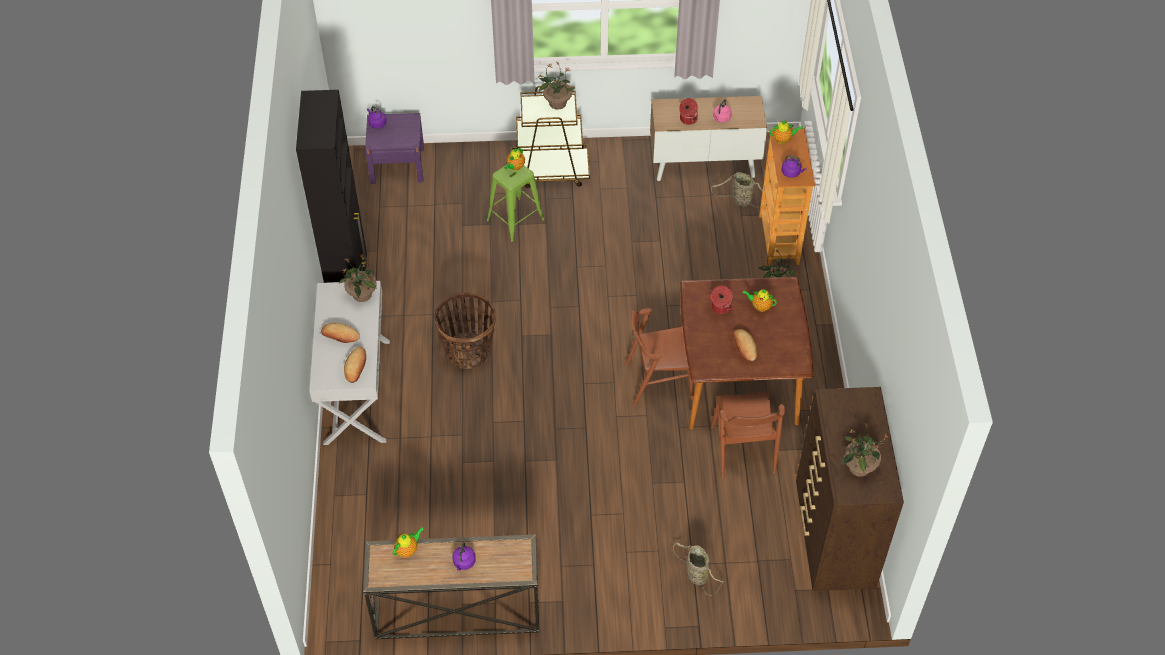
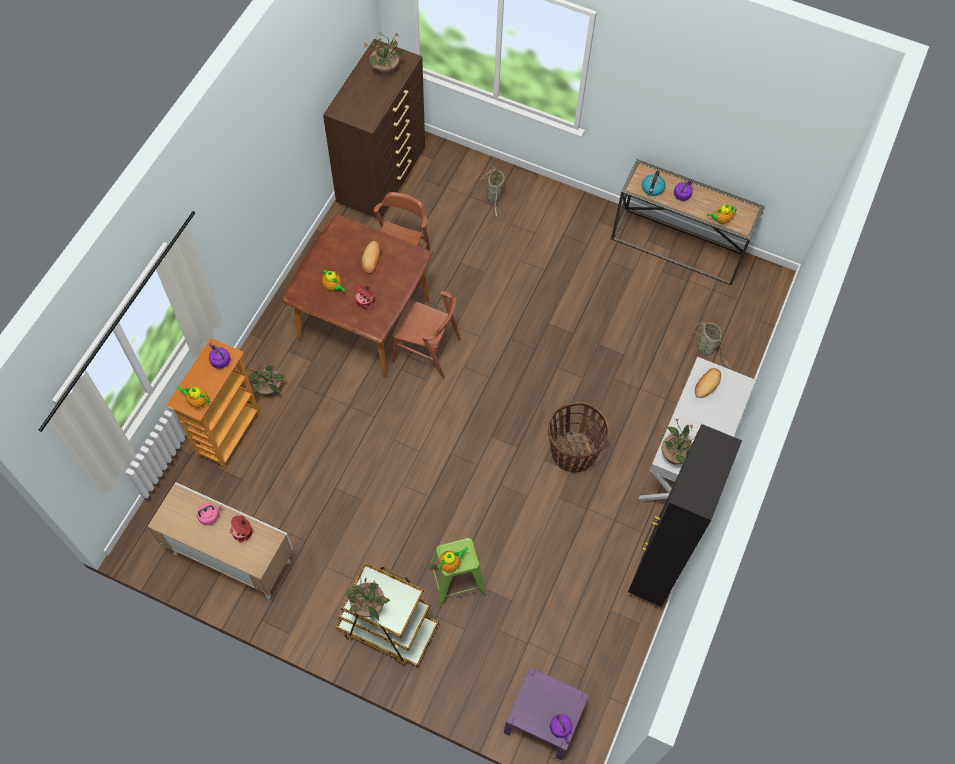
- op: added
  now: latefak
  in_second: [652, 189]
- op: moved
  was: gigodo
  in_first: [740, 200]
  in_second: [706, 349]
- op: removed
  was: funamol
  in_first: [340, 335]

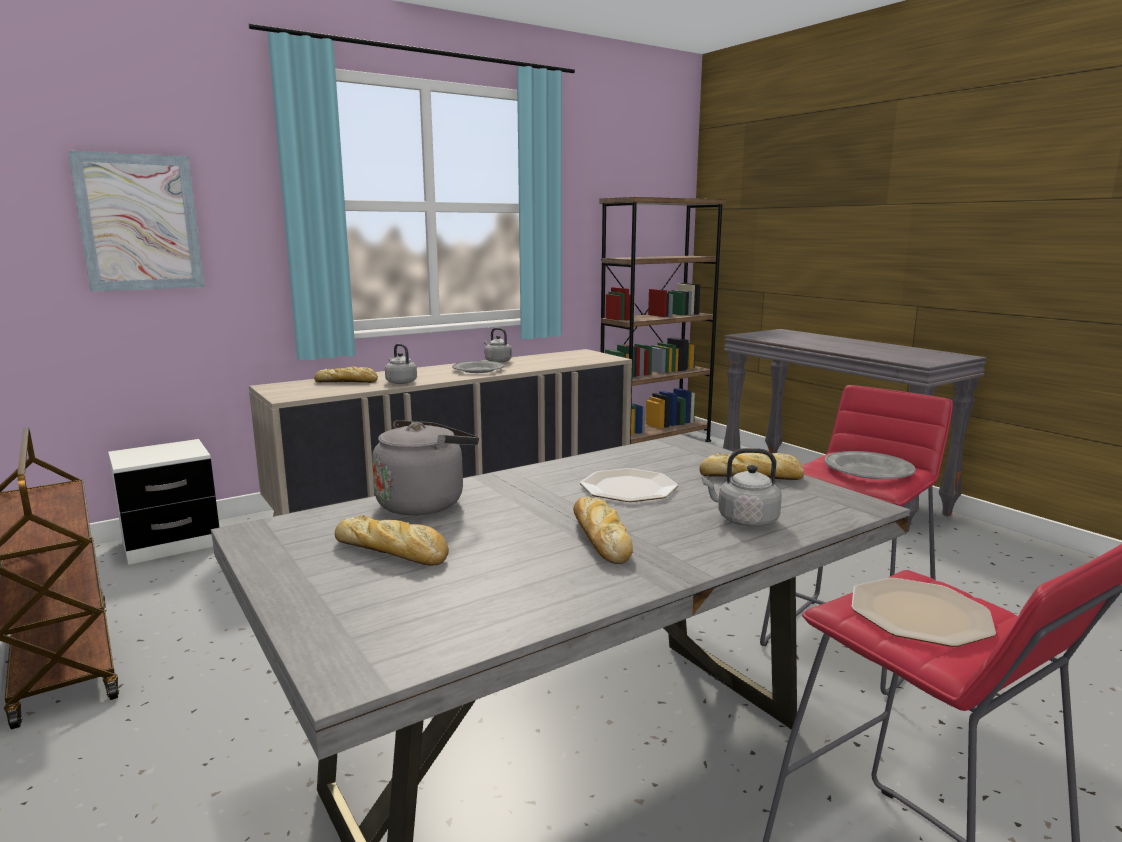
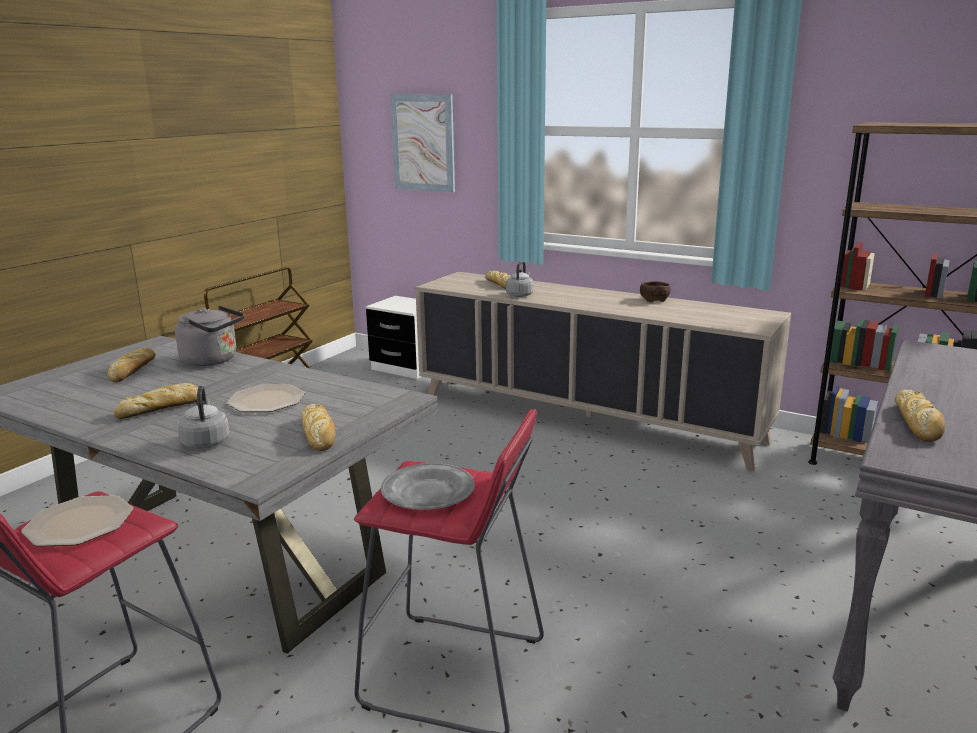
- op: replaced
  was: grey_latefak
  now: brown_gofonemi
  in_first: [497, 361]
  in_second: [654, 299]
- op: added
  now: funamol
  in_second: [917, 423]
- op: removed
  was: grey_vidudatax
  in_first: [479, 370]

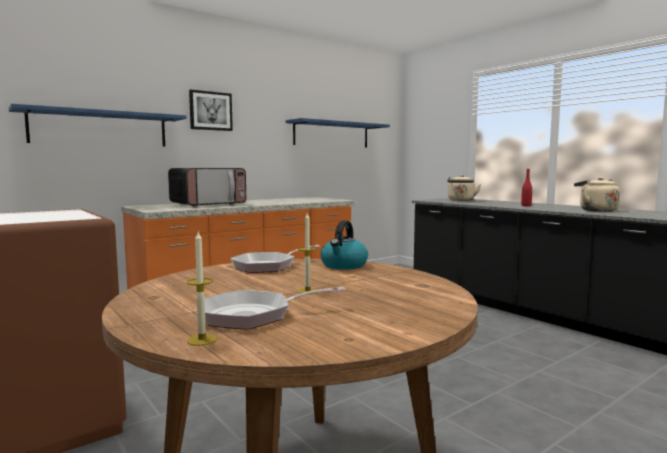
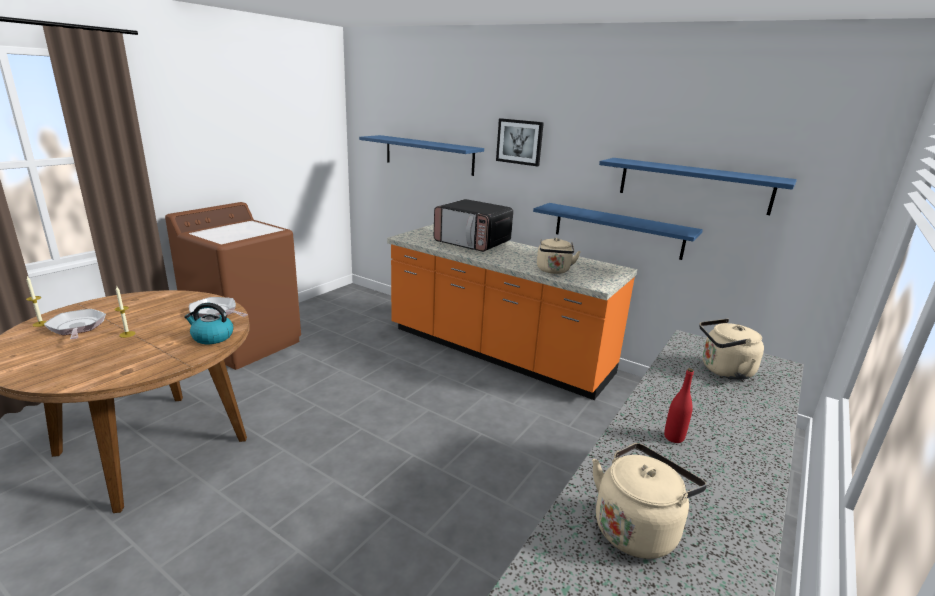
- op: added
  now: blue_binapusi
  in_second: [617, 230]
- op: added
  now: beige_latefak
  in_second: [553, 271]

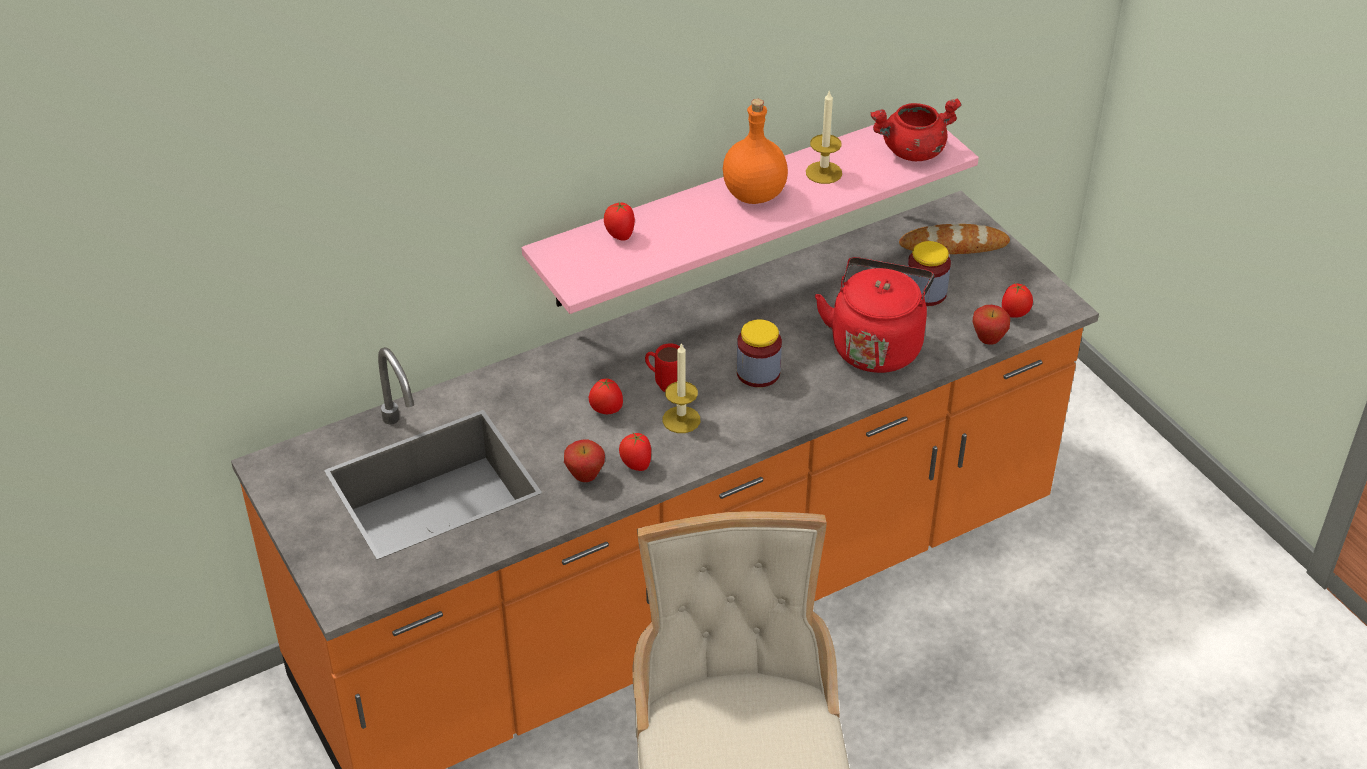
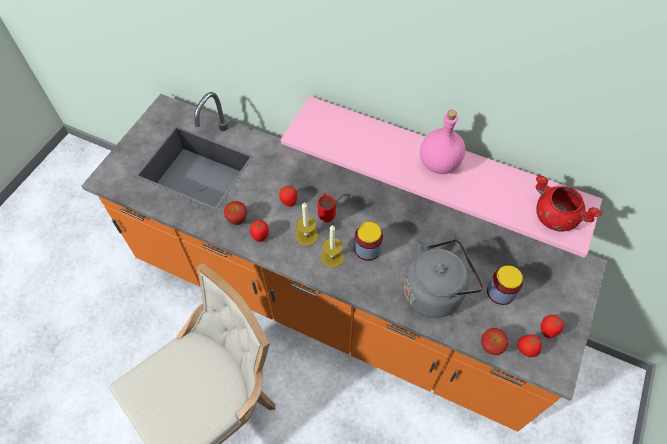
- op: moved
  was: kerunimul
  in_first: [823, 172]
  in_second: [332, 257]
- op: recoloured
  was: red_latefak
  now: grey_latefak
  in_first: [876, 345]
  in_second: [436, 291]
- op: recoloured
  was: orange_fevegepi
  now: pink_fevegepi
  in_first: [754, 195]
  in_second: [438, 164]
- op: moved
  was: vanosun
  in_first: [619, 235]
  in_second: [547, 330]
- op: removed
  was: funamol
  in_first: [953, 245]

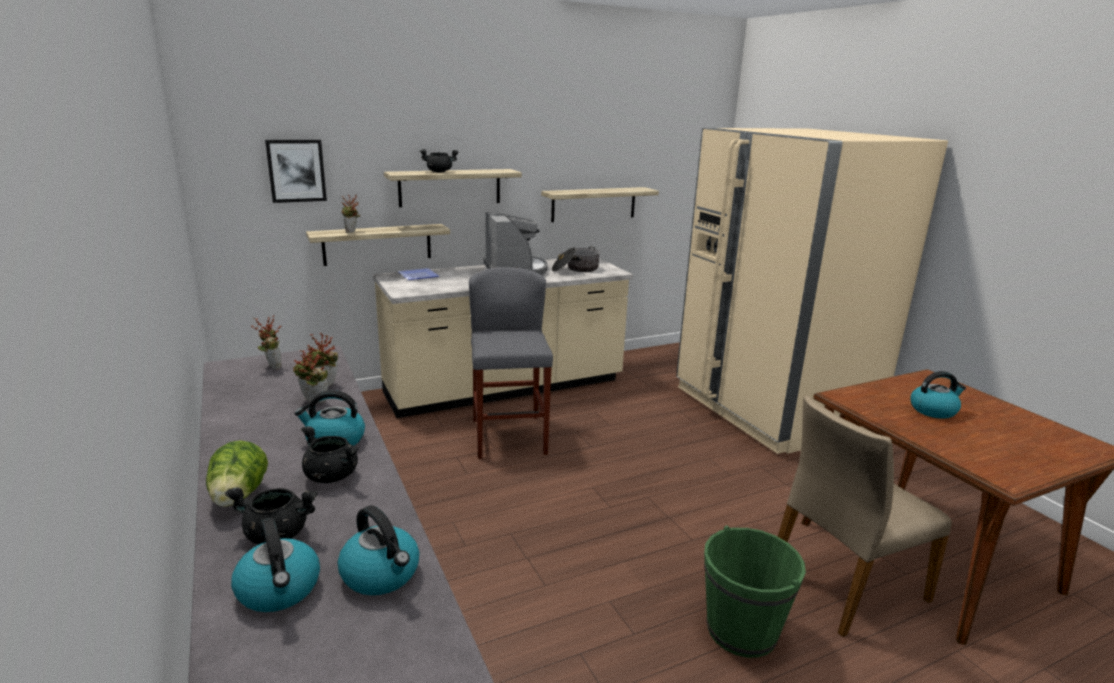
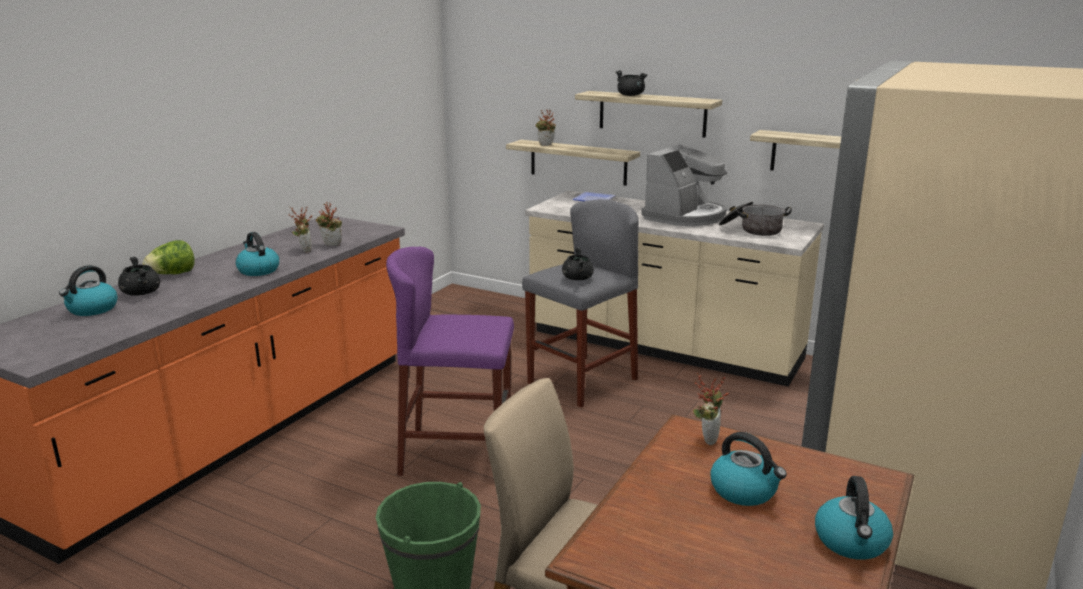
- op: added
  now: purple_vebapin
  in_second: [457, 453]
- op: moved
  was: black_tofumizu
  in_first: [331, 476]
  in_second: [577, 278]
- op: moved
  was: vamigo
  in_first: [272, 366]
  in_second: [707, 438]
- op: moved
  was: latefak
  in_first: [381, 574]
  in_second: [851, 542]
- op: removed
  was: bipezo
  in_first: [296, 170]

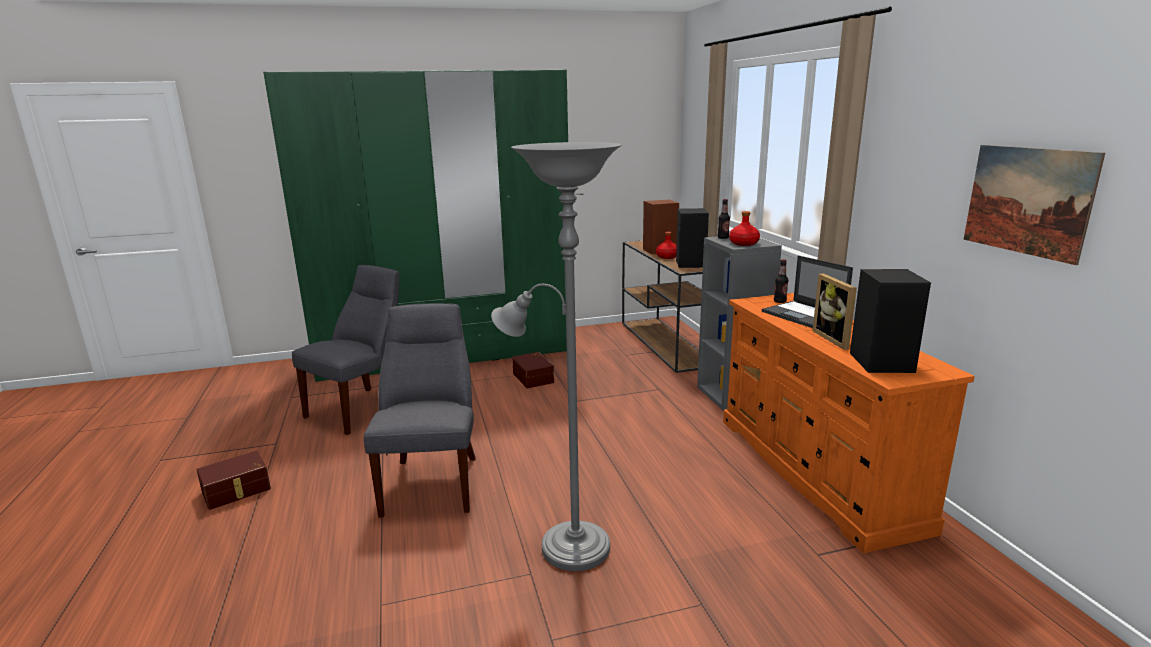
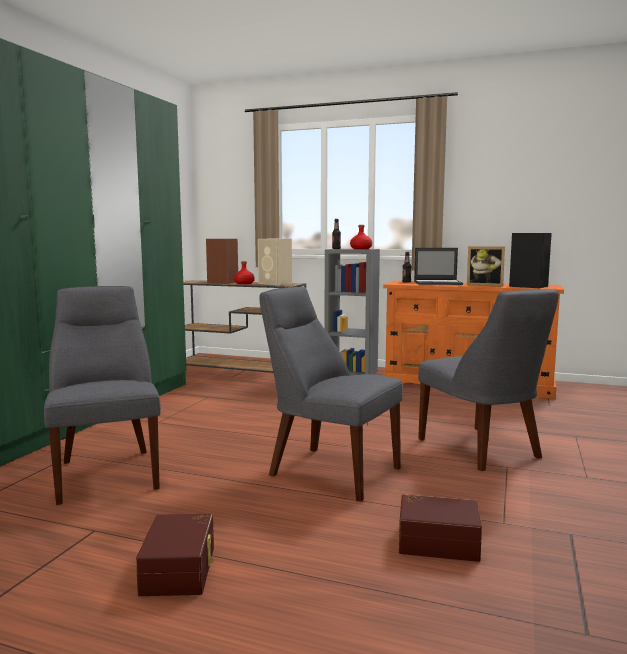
- op: recoloured
  was: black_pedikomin
  now: beige_pedikomin
  in_first: [690, 264]
  in_second: [275, 283]
- op: moved
  was: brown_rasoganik
  in_first: [534, 378]
  in_second: [438, 541]
- op: replaced
  was: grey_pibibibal
  now: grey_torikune
  in_first: [567, 545]
  in_second: [482, 450]
- op: removed
  was: bipezo
  in_first: [1027, 201]

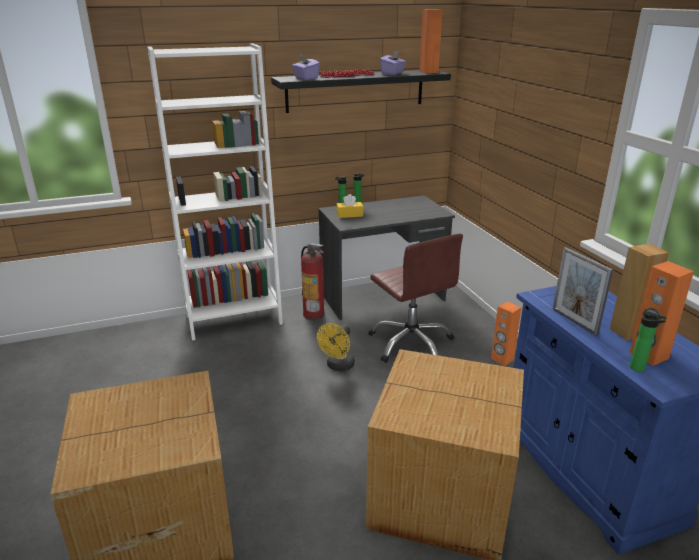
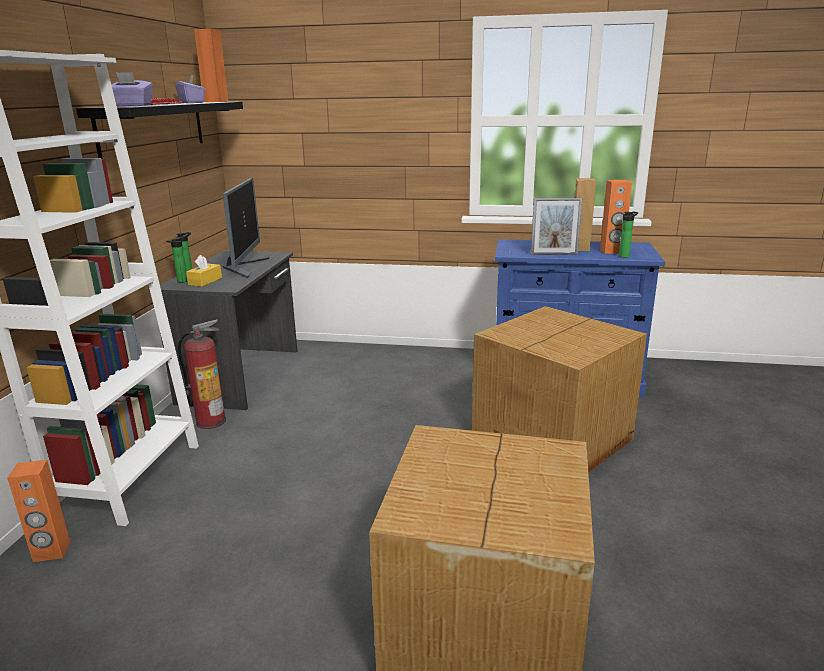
- op: moved
  was: orange_pedikomin
  in_first: [502, 359]
  in_second: [51, 552]
- op: added
  now: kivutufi
  in_second: [244, 267]
- op: removed
  was: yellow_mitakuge
  in_first: [338, 366]
- op: removed
  was: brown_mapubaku
  in_first: [411, 343]

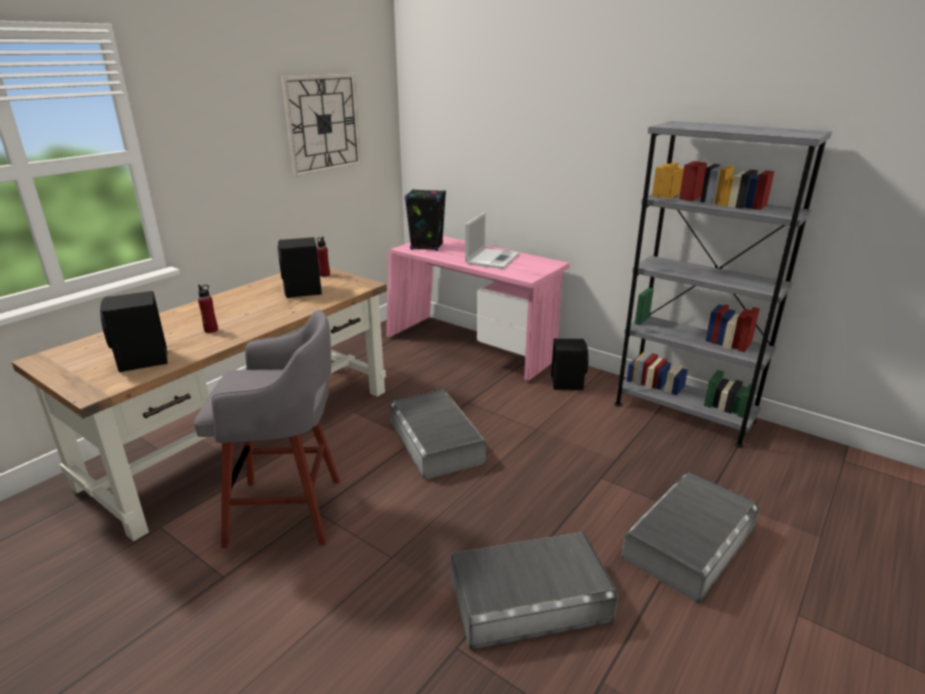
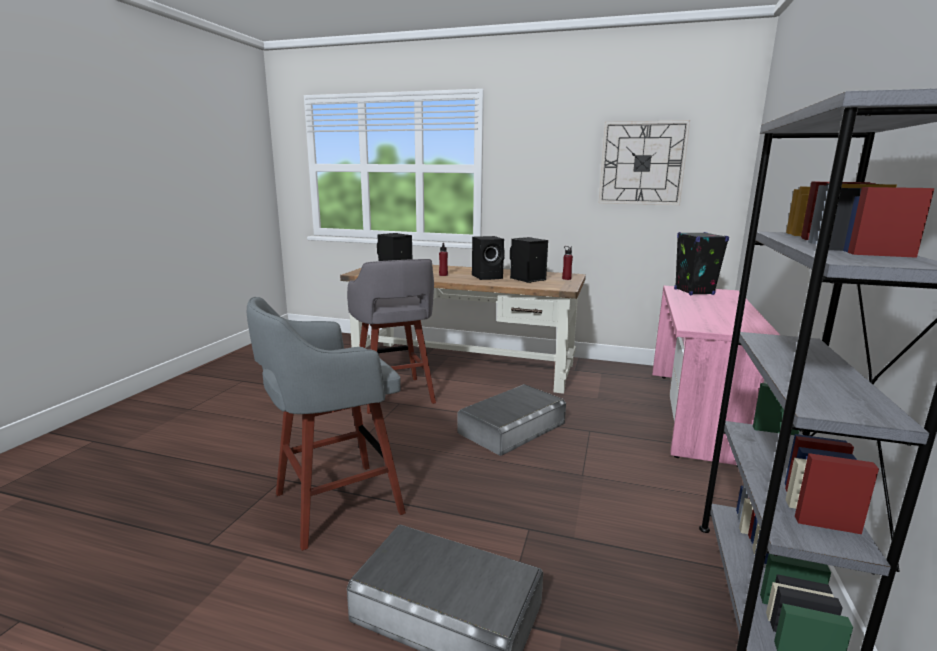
- op: replaced
  was: grey_rasoganik
  now: grey_vebapin
  in_first: [529, 599]
  in_second: [333, 504]
- op: moved
  was: black_pedikomin
  in_first: [567, 383]
  in_second: [488, 277]
- op: removed
  was: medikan
  in_first: [492, 258]

